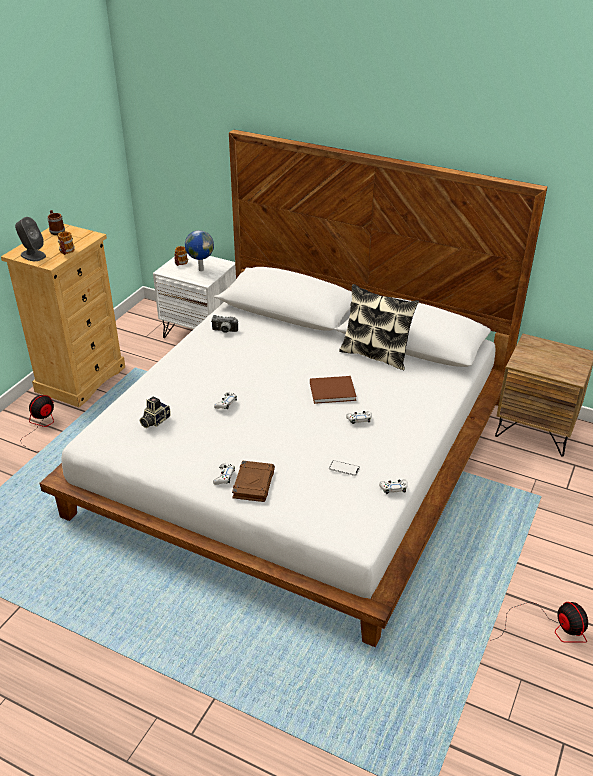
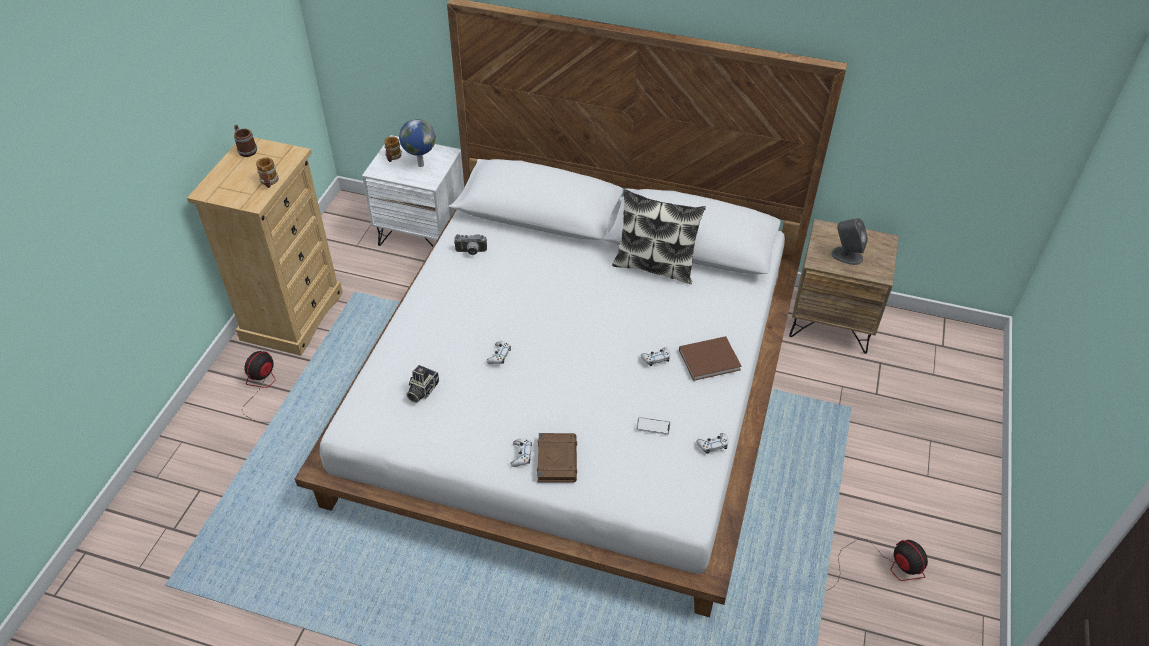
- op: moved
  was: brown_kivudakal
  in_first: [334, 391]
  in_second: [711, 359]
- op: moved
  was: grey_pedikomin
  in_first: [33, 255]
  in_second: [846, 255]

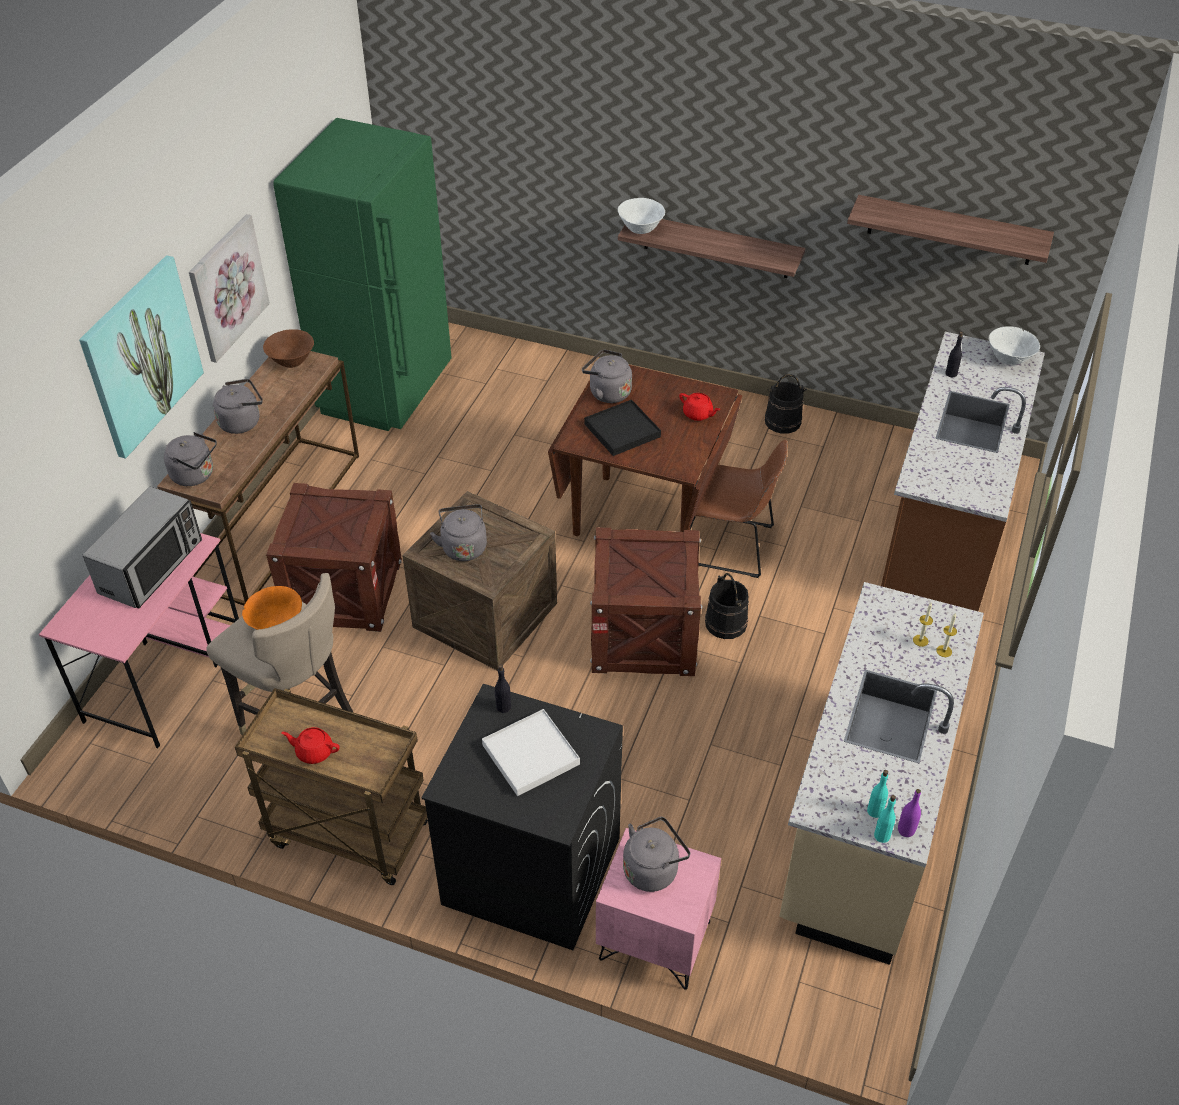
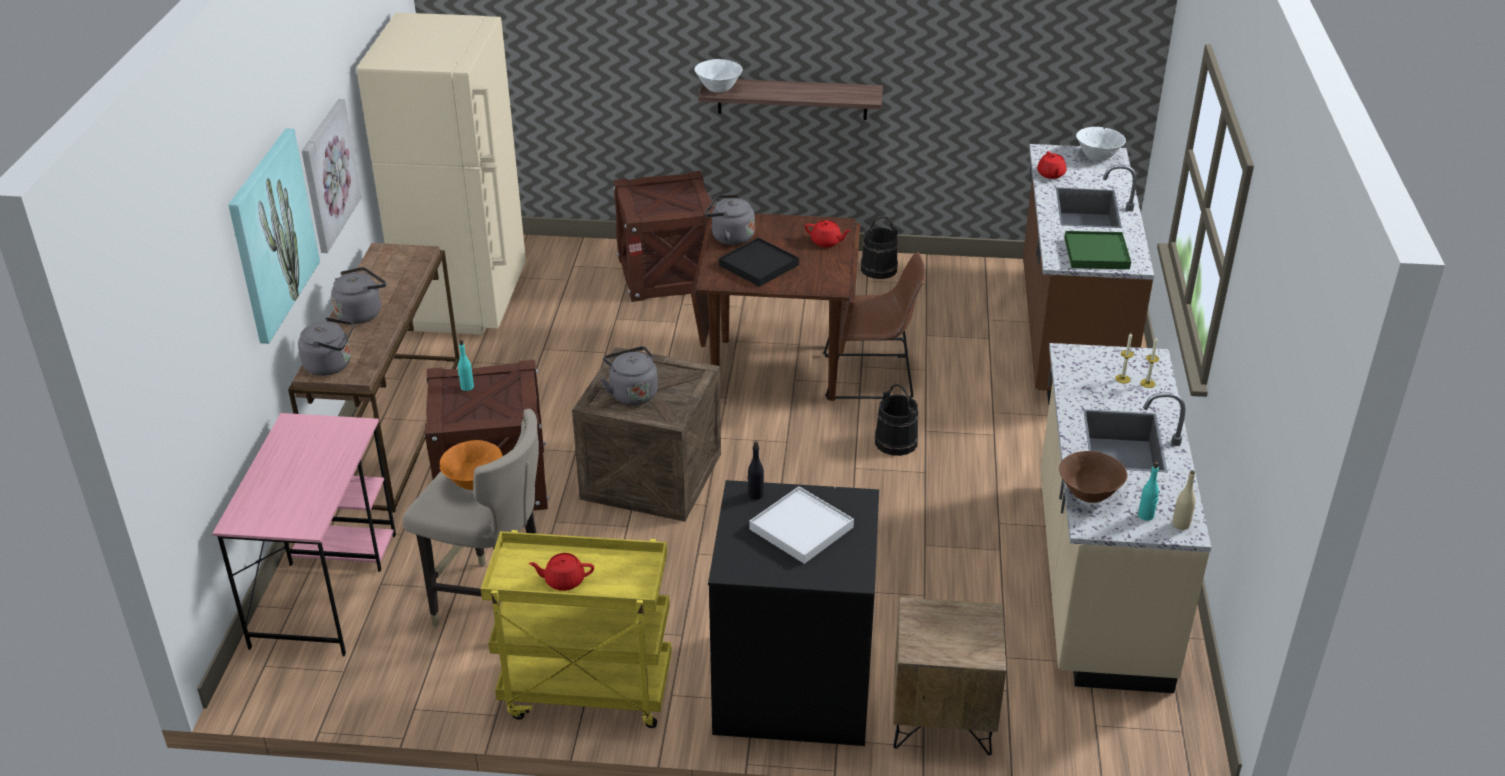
- op: recoloured
  was: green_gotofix
  now: beige_gotofix
  in_first: [387, 391]
  in_second: [466, 300]
- op: moved
  was: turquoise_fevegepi
  in_first: [881, 836]
  in_second: [467, 387]
- op: recoloured
  was: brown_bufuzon
  now: yellow_bufuzon
  in_first: [346, 834]
  in_second: [585, 693]
- op: moved
  was: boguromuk
  in_first: [643, 635]
  in_second: [667, 273]
- op: recoloured
  was: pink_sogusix
  now: brown_sogusix
  in_first: [654, 941]
  in_second: [941, 721]
- op: replaced
  was: black_fevegepi
  now: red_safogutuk
  in_first: [951, 373]
  in_second: [1051, 174]
- op: moved
  was: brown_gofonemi
  in_first: [292, 362]
  in_second: [1089, 495]
- op: added
  now: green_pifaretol
  in_second: [1096, 253]
- op: recoloured
  was: purple_fevegepi
  now: beige_fevegepi
  in_first: [906, 830]
  in_second: [1180, 525]
- op: removed
  was: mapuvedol
  in_first: [152, 566]
- op: removed
  was: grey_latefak
  in_first: [653, 869]
- op: removed
  was: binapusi
  in_first: [950, 230]

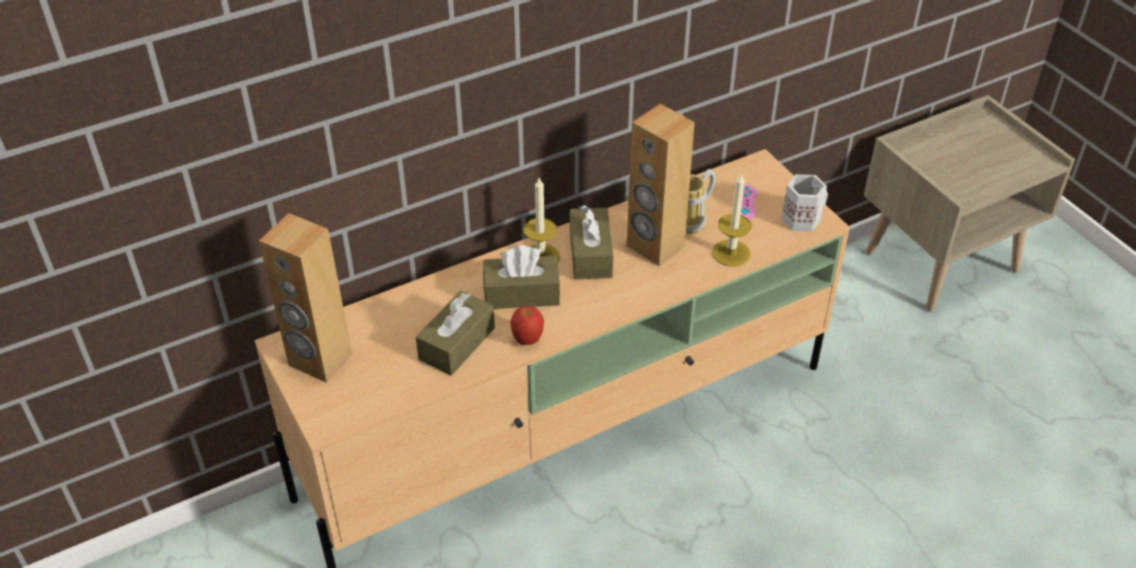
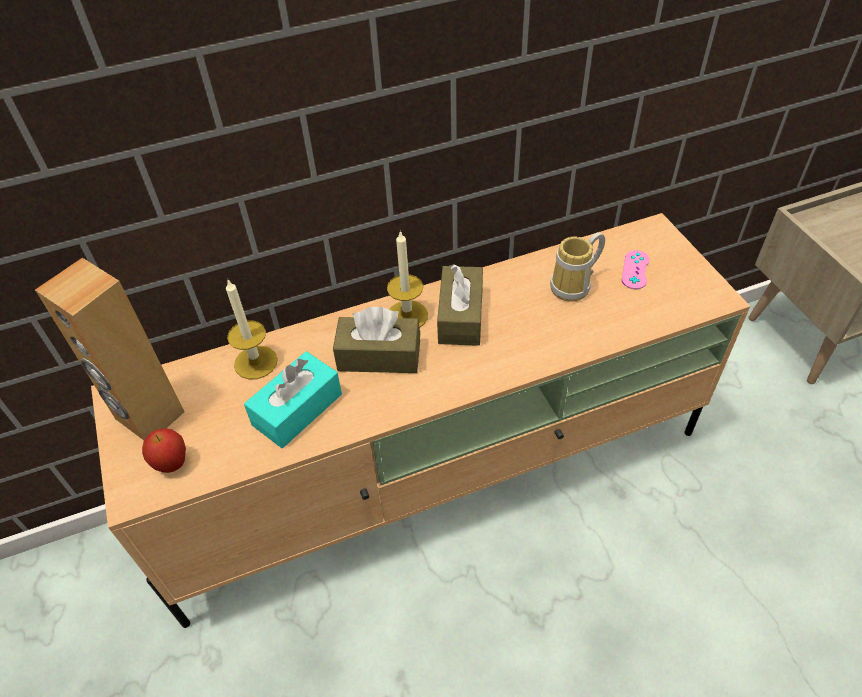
- op: moved
  was: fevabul
  in_first: [527, 340]
  in_second: [172, 464]
- op: moved
  was: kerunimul
  in_first: [731, 253]
  in_second: [256, 362]
- op: recoloured
  was: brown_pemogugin
  now: turquoise_pemogugin
  in_first: [457, 343]
  in_second: [297, 409]
- op: removed
  was: brown_pedikomin
  in_first: [655, 246]
- op: removed
  was: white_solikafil
  in_first: [801, 218]

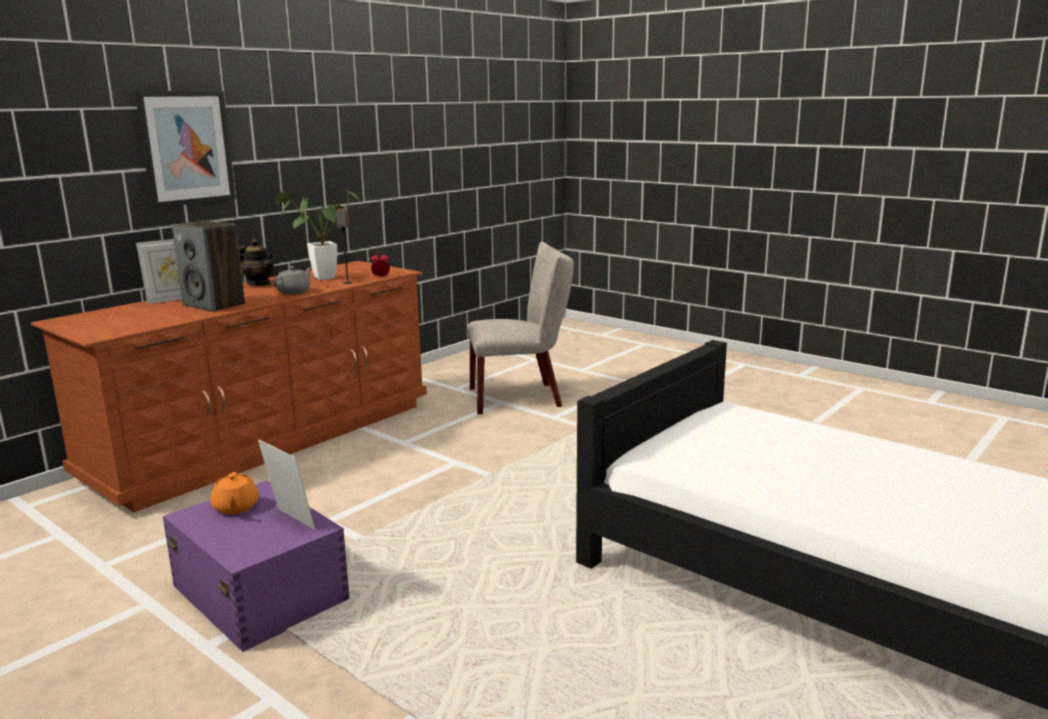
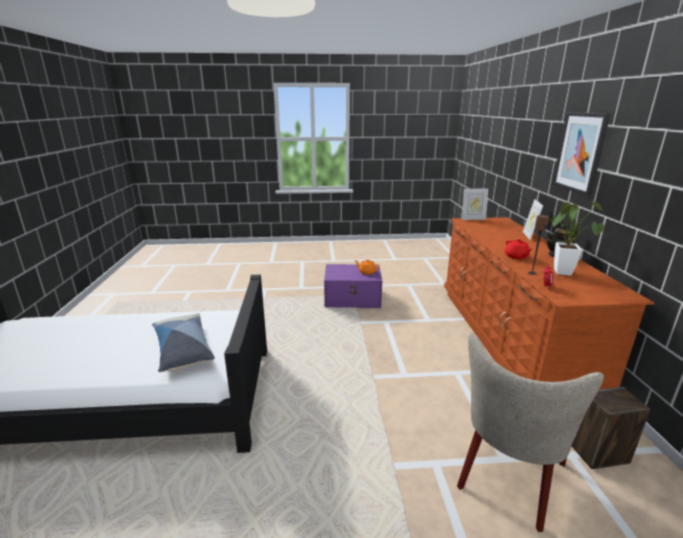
- op: added
  now: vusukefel
  in_second: [183, 349]
- op: moved
  was: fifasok
  in_first: [290, 521]
  in_second: [473, 219]
- op: recoloured
  was: grey_safogutuk
  now: red_safogutuk
  in_first: [294, 292]
  in_second: [516, 256]
- op: moved
  was: pedikomin
  in_first: [215, 305]
  in_second: [598, 454]

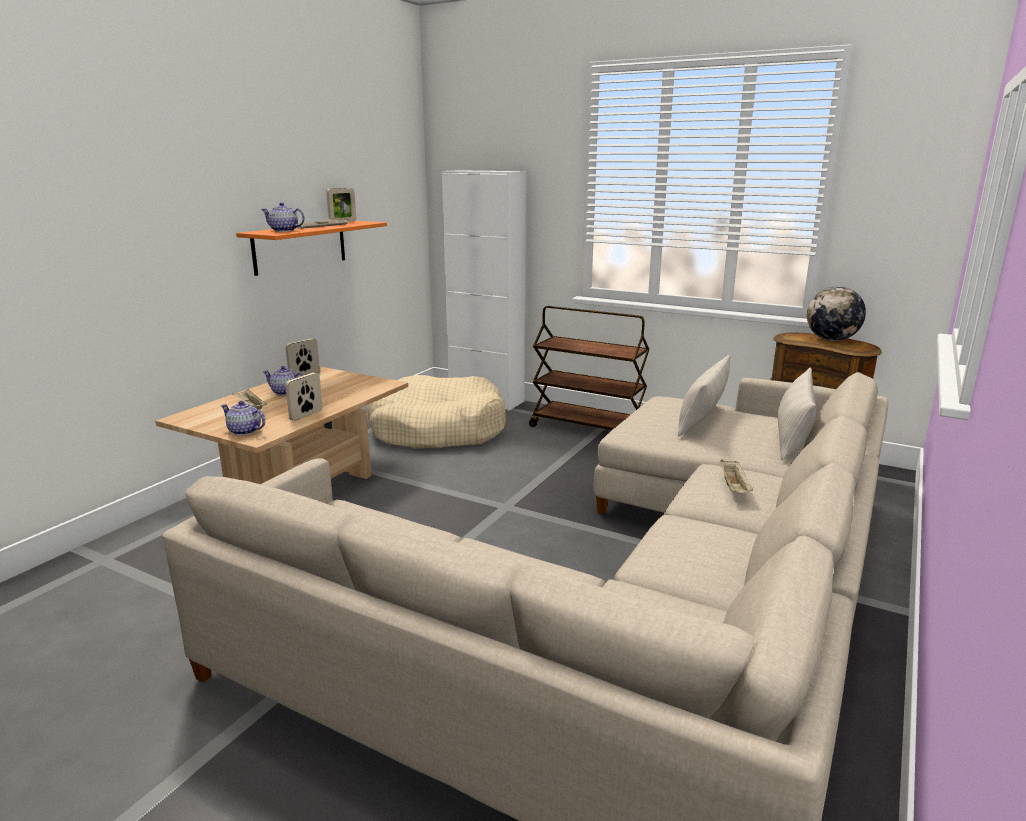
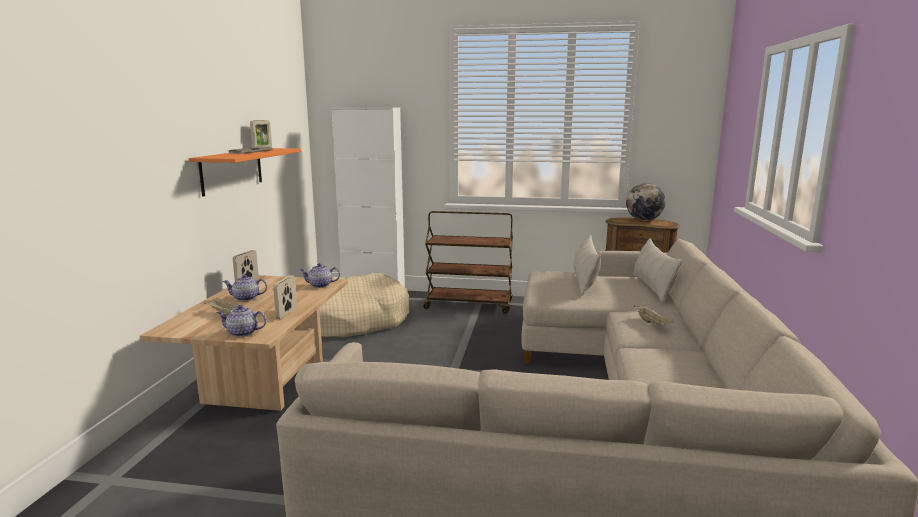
- op: moved
  was: safogutuk
  in_first: [284, 230]
  in_second: [320, 285]

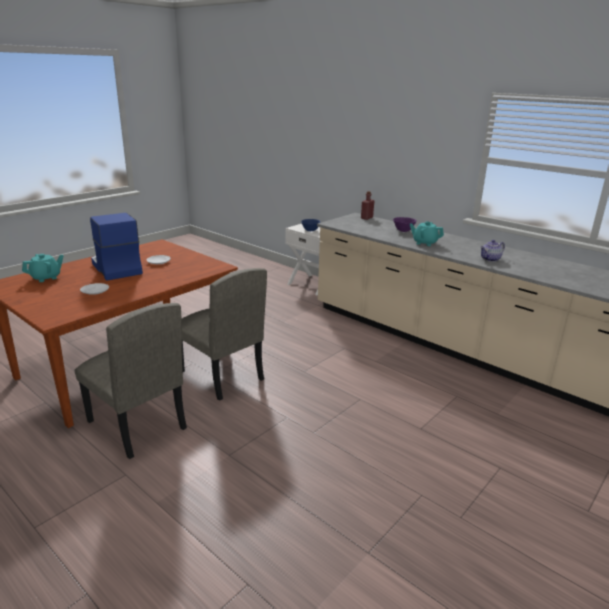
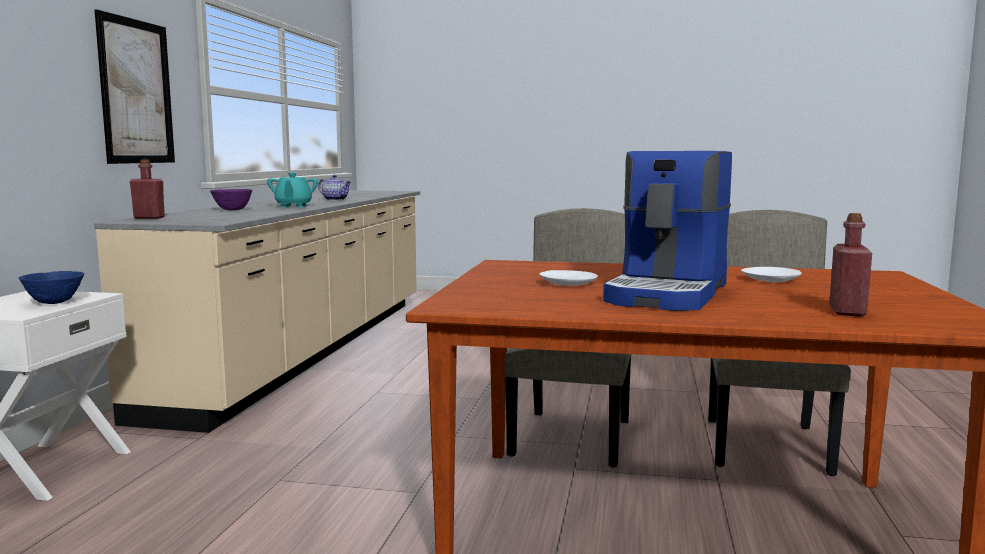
- op: added
  now: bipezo
  in_second: [136, 92]
- op: replaced
  was: turquoise_safogutuk
  now: red_fevegepi
  in_first: [46, 278]
  in_second: [847, 311]

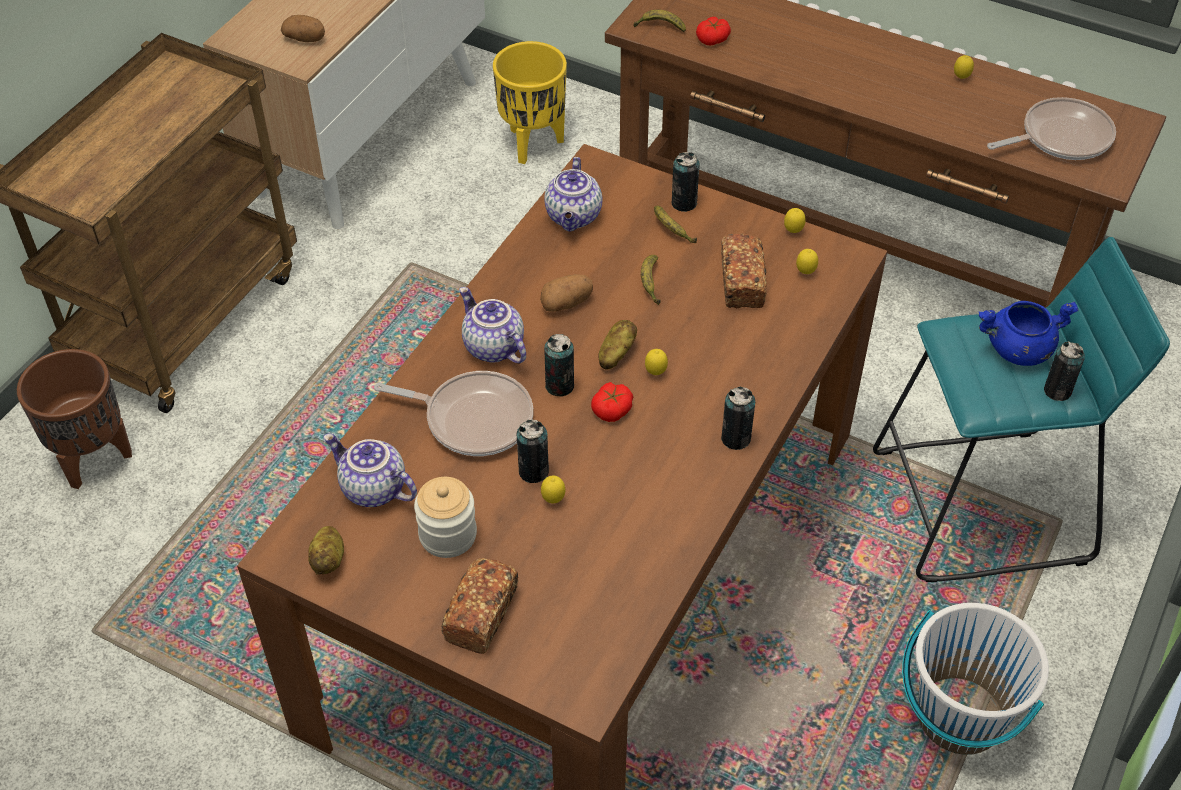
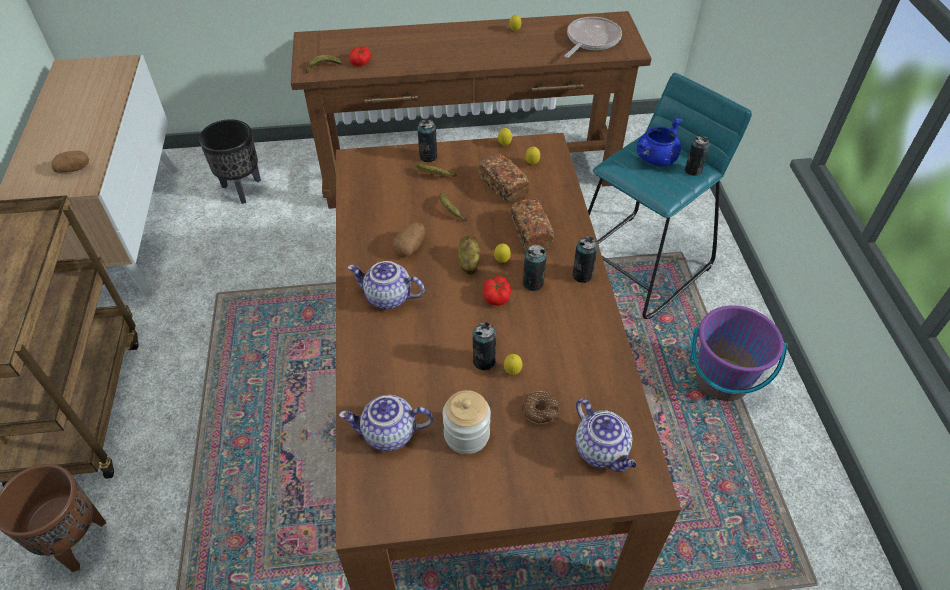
- op: recoloured
  was: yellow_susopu
  now: black_susopu
  in_first: [533, 144]
  in_second: [242, 189]
- op: moved
  was: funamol
  in_first: [481, 615]
  in_second: [530, 233]
- op: added
  now: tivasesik
  in_second: [540, 411]
- op: moved
  was: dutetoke
  in_first: [559, 386]
  in_second: [533, 283]
- op: moved
  was: safogutuk
  in_first: [574, 217]
  in_second: [602, 451]
- op: recoloured
  was: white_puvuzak
  now: purple_puvuzak
  in_first: [959, 717]
  in_second: [722, 380]
- op: removed
  was: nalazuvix
  in_first: [329, 559]
- op: removed
  was: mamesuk
  in_first: [473, 418]

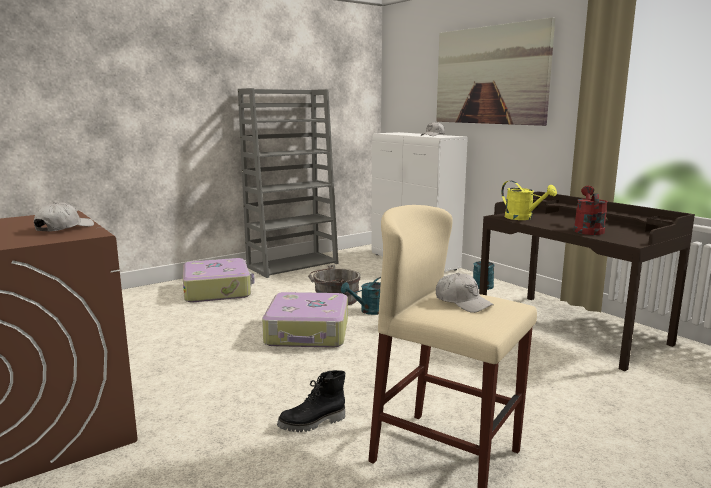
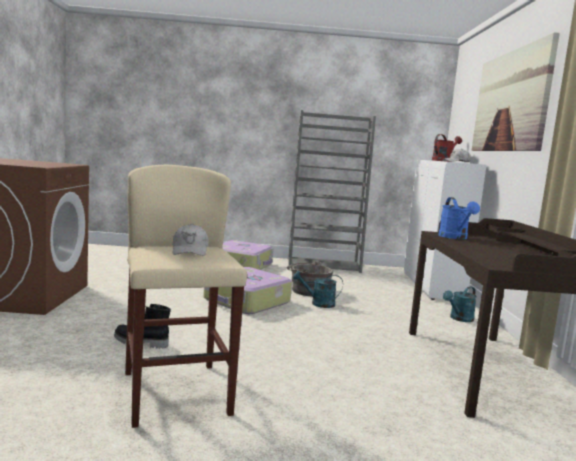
- op: moved
  was: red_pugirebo
  in_first: [587, 230]
  in_second: [443, 161]
- op: recoloured
  was: yellow_pugirebo
  now: blue_pugirebo
  in_first: [523, 218]
  in_second: [455, 237]
- op: removed
  was: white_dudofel
  in_first: [64, 228]

